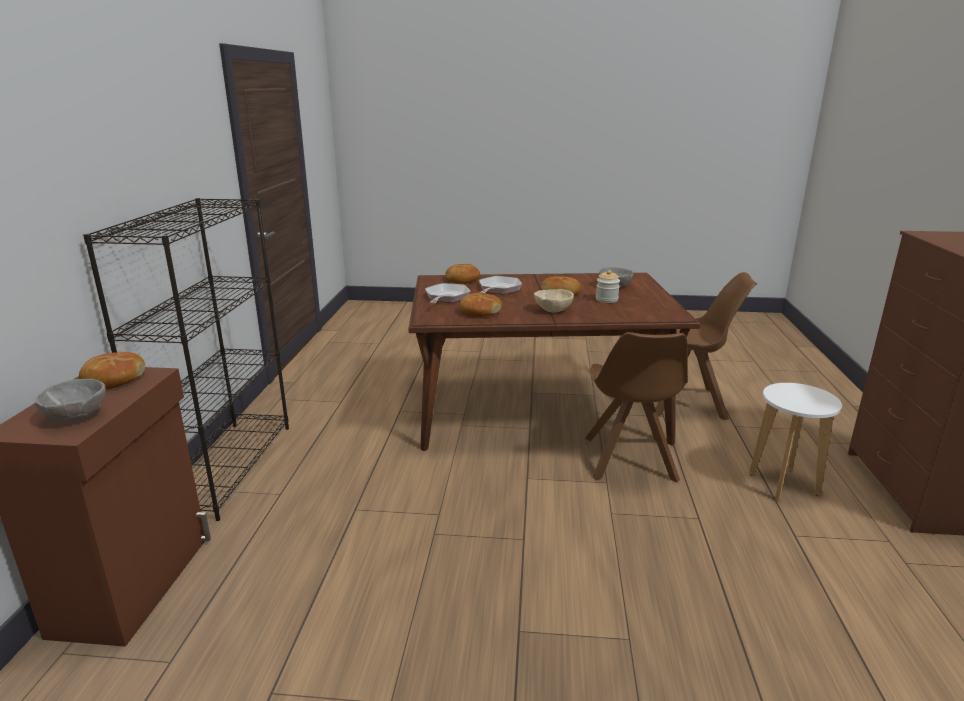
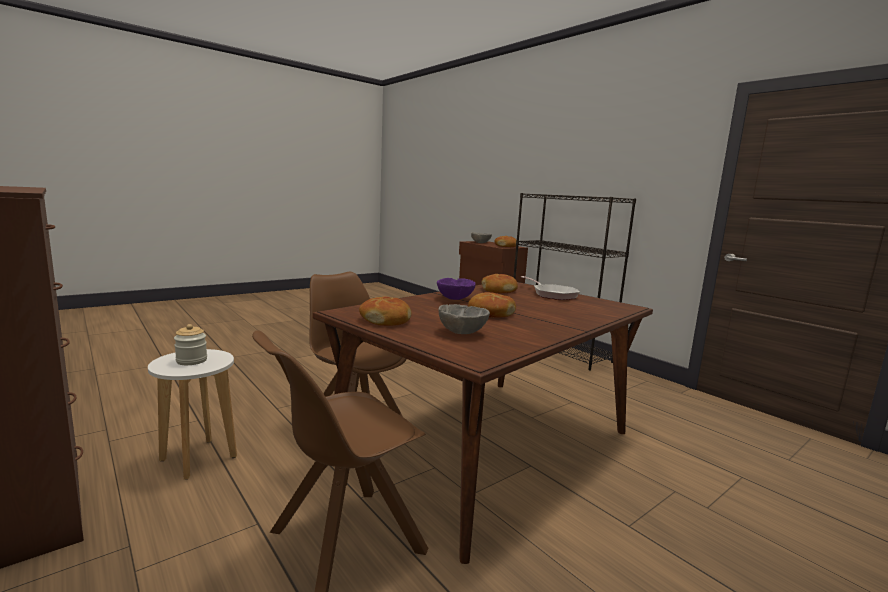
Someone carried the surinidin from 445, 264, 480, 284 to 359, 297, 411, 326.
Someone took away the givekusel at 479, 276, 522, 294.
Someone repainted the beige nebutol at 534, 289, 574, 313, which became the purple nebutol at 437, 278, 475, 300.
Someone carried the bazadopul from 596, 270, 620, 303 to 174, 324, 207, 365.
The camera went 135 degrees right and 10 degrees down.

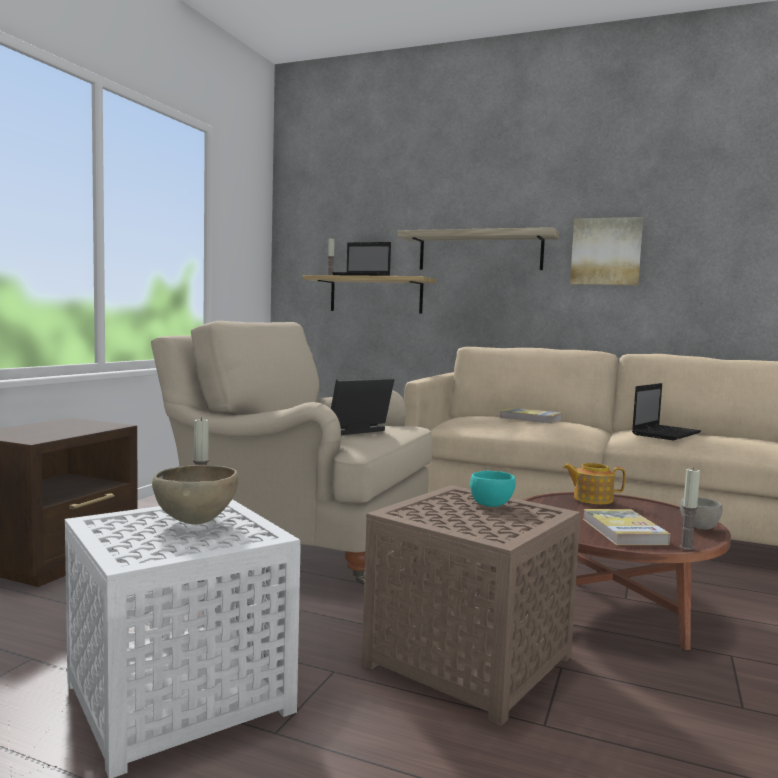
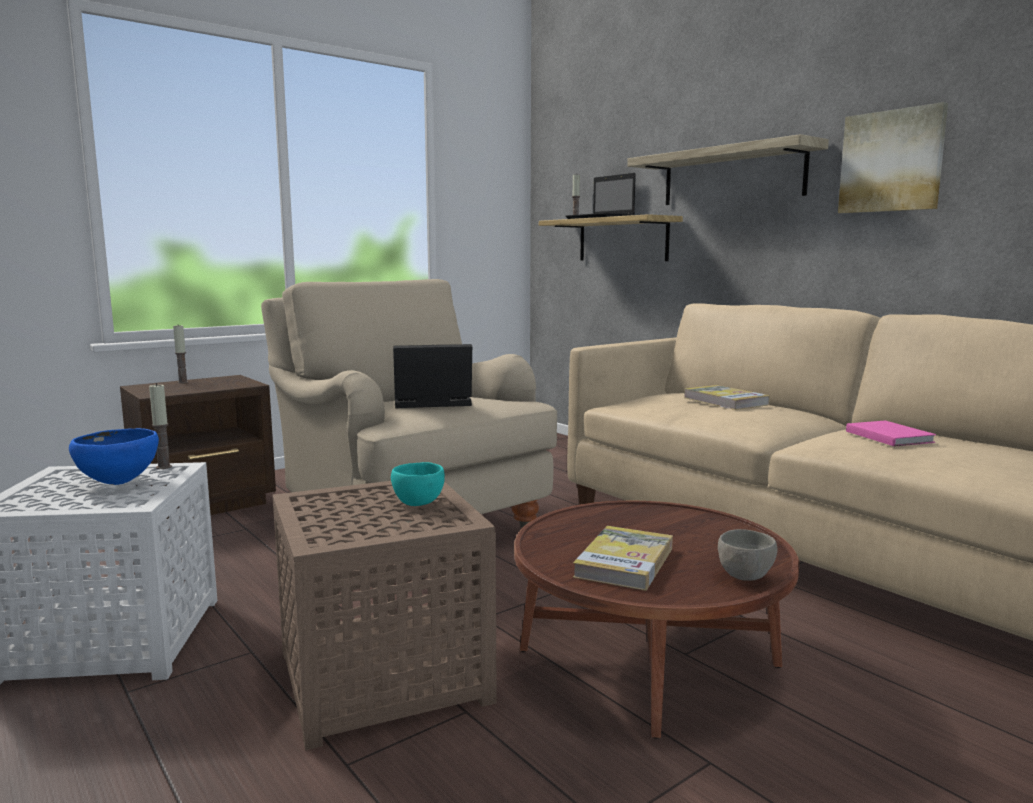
Someone repainted the brown nebutol at 152, 465, 239, 525, which became the blue nebutol at 69, 428, 159, 485.
Someone took away the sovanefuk at 563, 463, 625, 504.
Someone swapped the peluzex at 632, 383, 701, 440 for the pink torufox at 846, 421, 936, 446.
Someone carried the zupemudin from 679, 468, 700, 550 to 173, 325, 188, 383.
The camera went 30 degrees right and 5 degrees up.

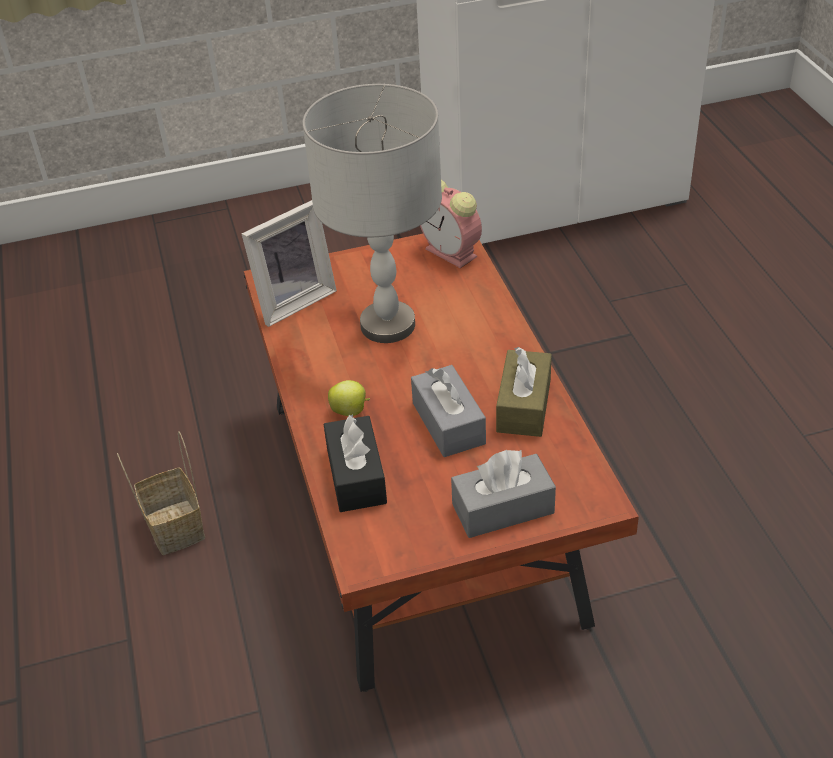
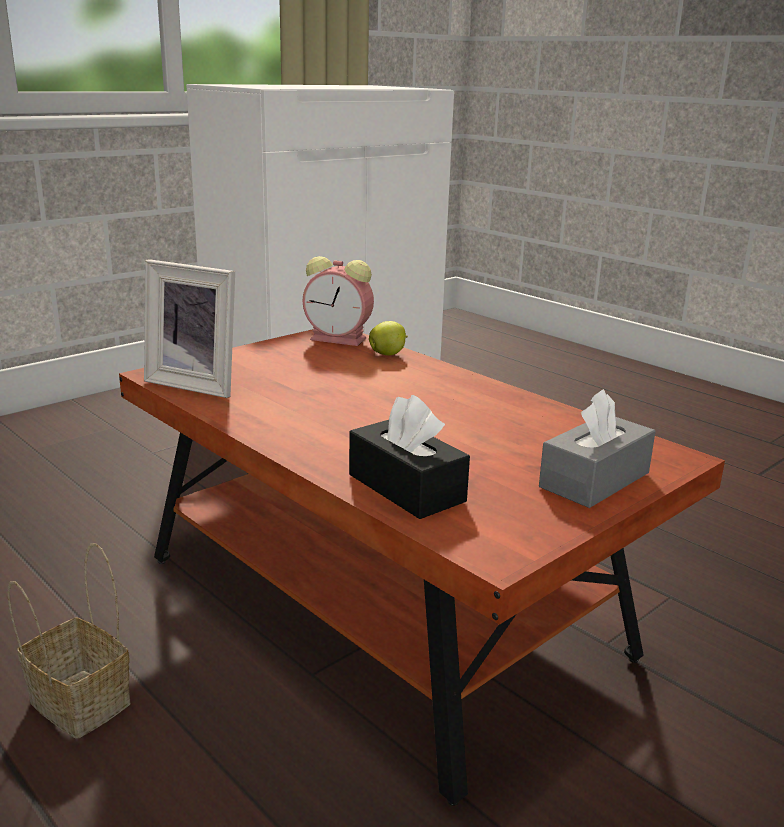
Someone rotated the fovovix at 242, 200, 337, 327 by 90 degrees clockwise.
Someone took away the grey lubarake at 303, 84, 442, 343.
Someone carried the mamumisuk from 328, 380, 370, 416 to 369, 321, 408, 355.
Someone took away the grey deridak at 411, 365, 486, 457.
Someone took away the brown deridak at 496, 347, 552, 437.
The camera went 30 degrees left and 20 degrees down.

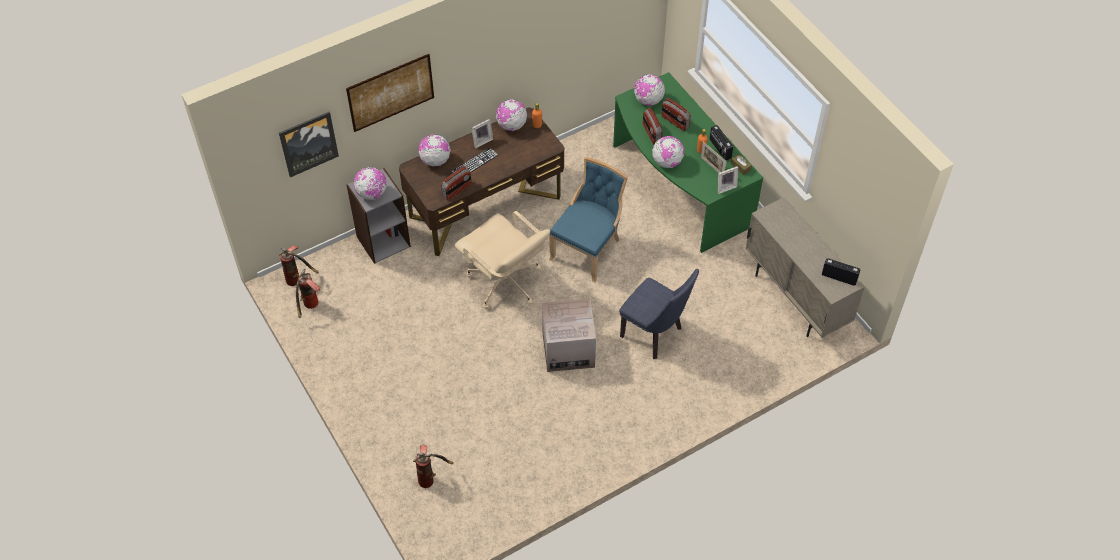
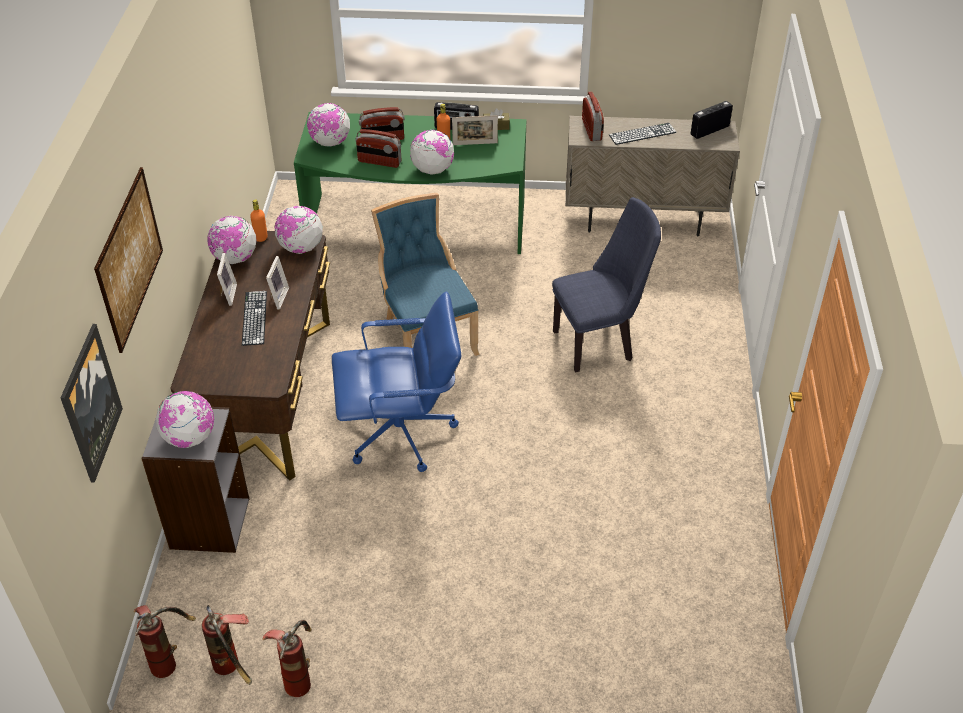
Someone carried the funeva from 413, 445, 454, 488 to 262, 620, 312, 697.
Someone carried the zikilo from 418, 134, 451, 166 to 275, 206, 323, 254.
Someone carried the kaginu from 441, 166, 471, 200 to 582, 91, 604, 141.
Someone repainted the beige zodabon at 455, 211, 550, 309, which became the blue zodabon at 332, 292, 461, 472.
Someone took away the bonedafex at 542, 298, 596, 372.
Someone carried the fovovix from 718, 166, 738, 194 to 266, 256, 289, 310.
Someone put down the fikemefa at 609, 123, 677, 145.
The camera went 55 degrees left and 10 degrees down.

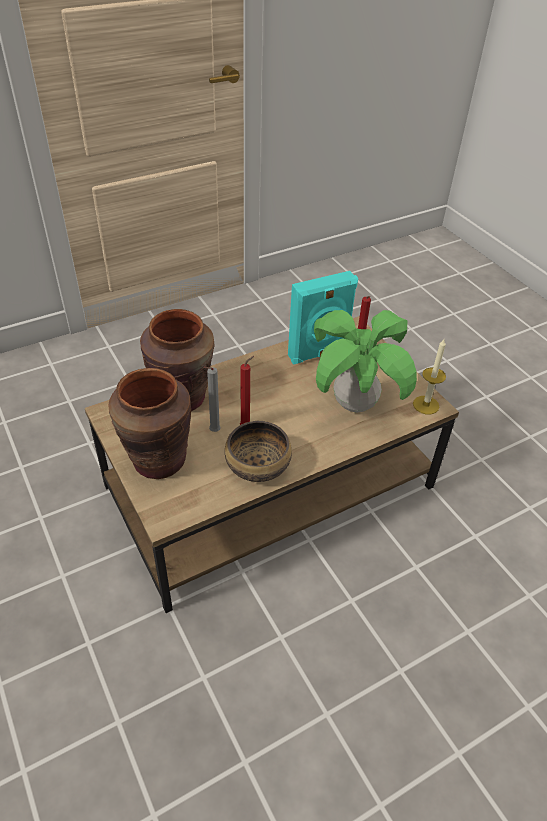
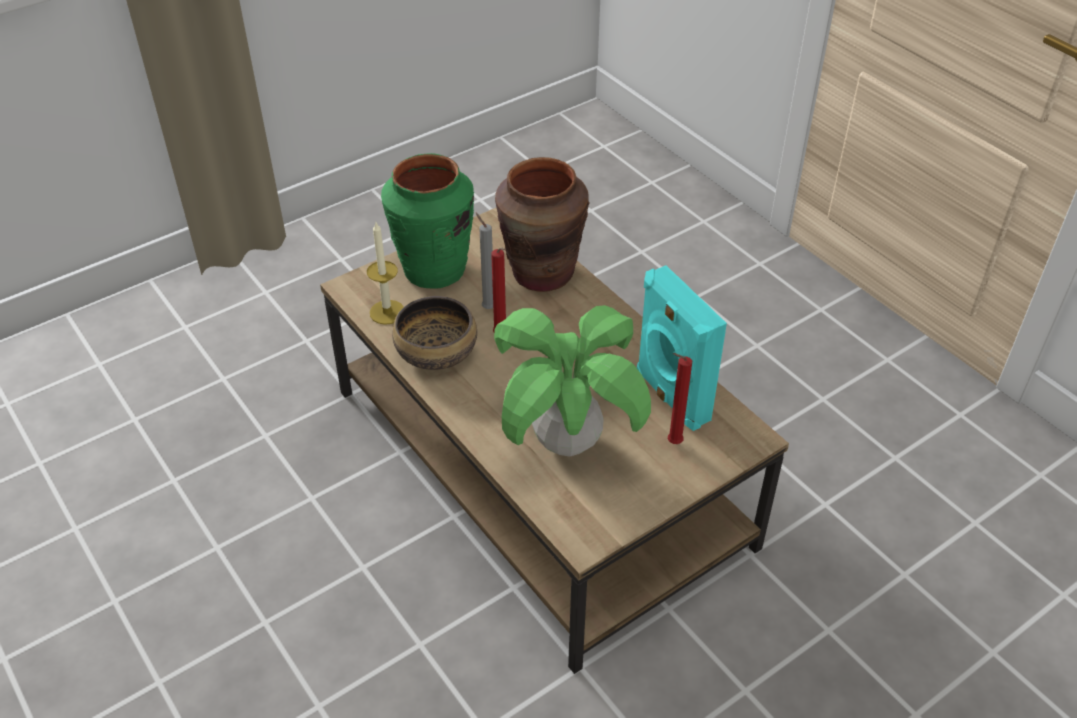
Someone repainted the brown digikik at 109, 368, 191, 479, which became the green digikik at 381, 153, 474, 288.
Someone carried the zupemudin from 413, 339, 446, 414 to 367, 222, 404, 325.
The camera went 85 degrees right and 0 degrees up.

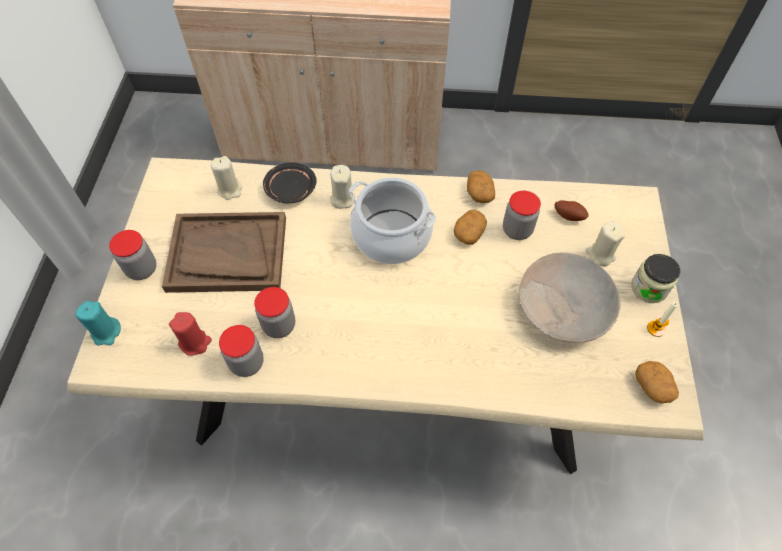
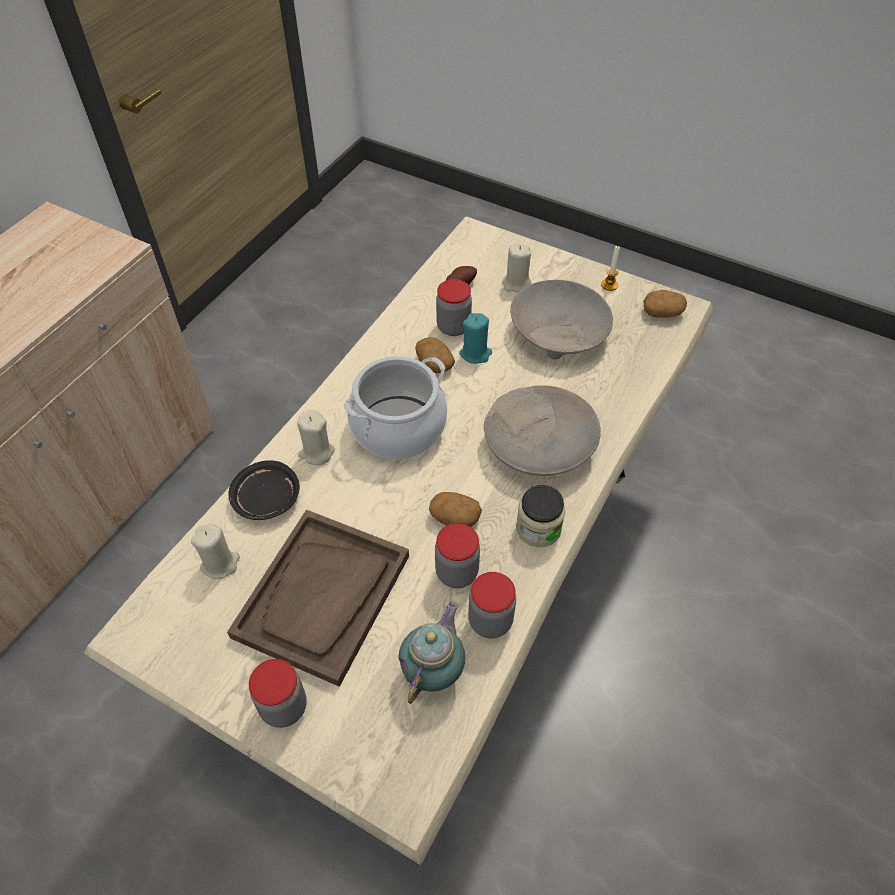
Someone carried the turquoise zupemudin from 76, 301, 121, 346 to 459, 313, 492, 364.
Someone swapped the red zupemudin at 169, 312, 212, 356 for the sovanefuk at 398, 601, 465, 704.
Someone carried the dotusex from 467, 171, 495, 203 to 429, 492, 482, 527.
Someone carried the bazadopul from 631, 254, 680, 303 to 516, 485, 565, 547.
Someone put down the beige nebutol at 484, 385, 601, 476.
The camera went 65 degrees left and 5 degrees down.

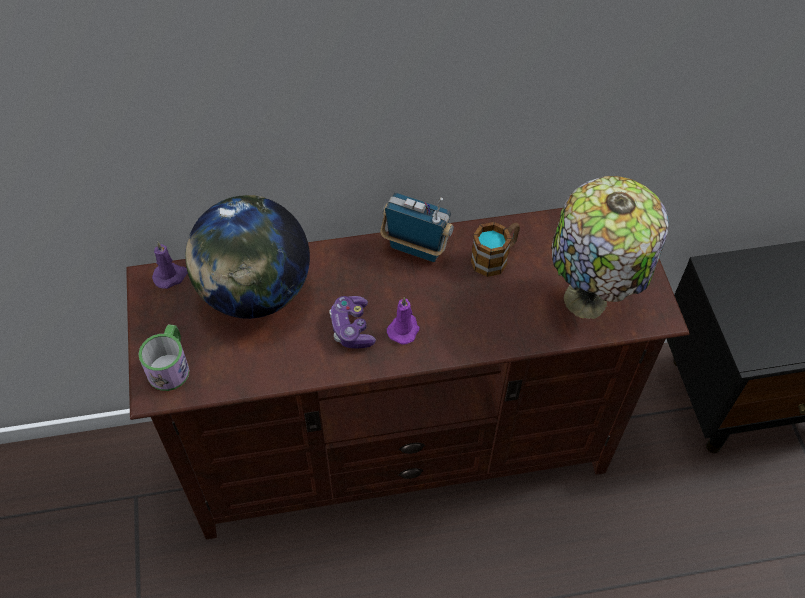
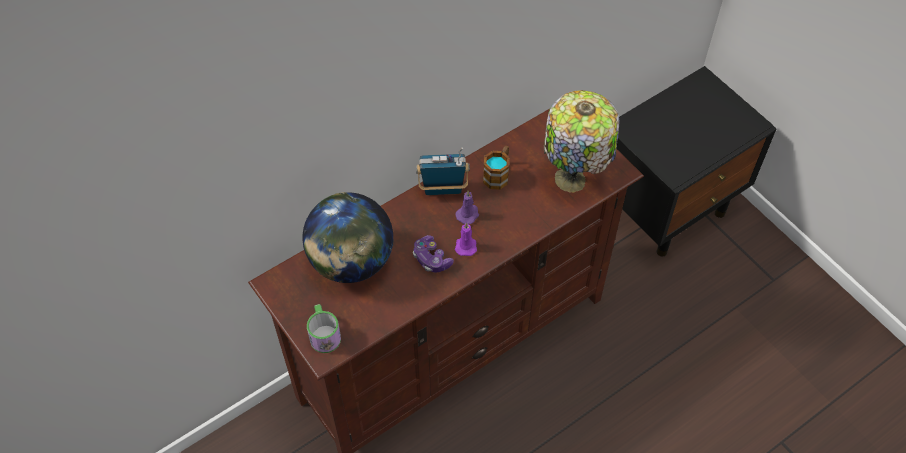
Someone carried the purple zupemudin from 152, 242, 188, 289 to 455, 191, 479, 224.
The camera went 25 degrees left and 0 degrees up.

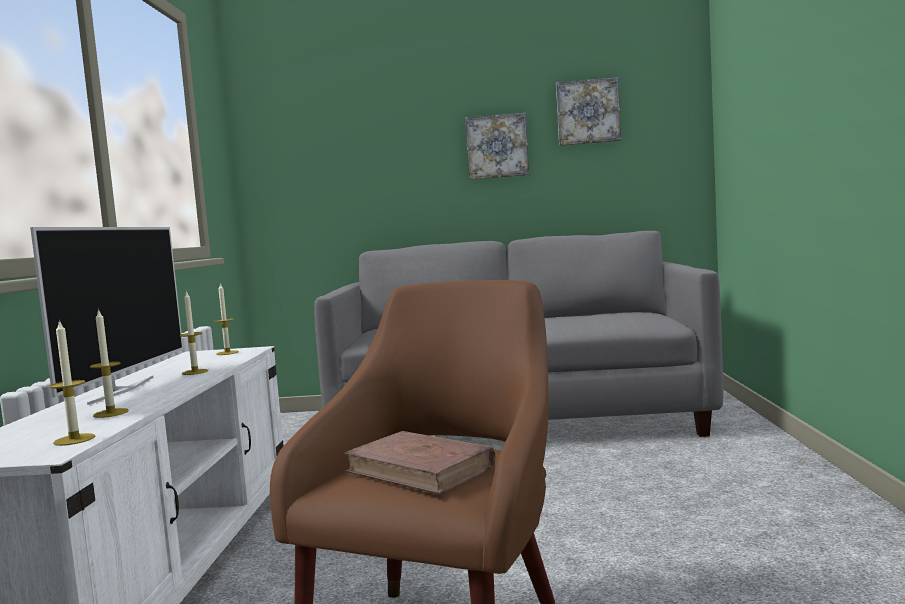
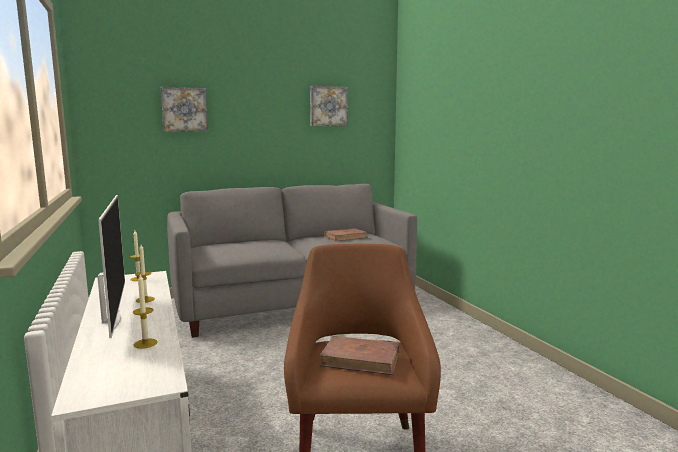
Someone took away the zupemudin at 49, 319, 95, 446.
Someone carried the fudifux from 465, 113, 529, 180 to 161, 87, 208, 132.
Someone put down the brown torufox at 324, 228, 368, 241.
The camera went 25 degrees left and 5 degrees up.

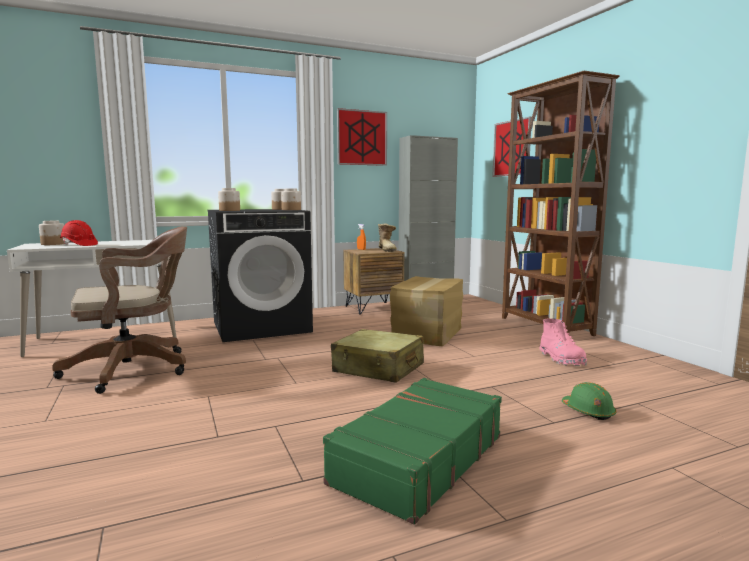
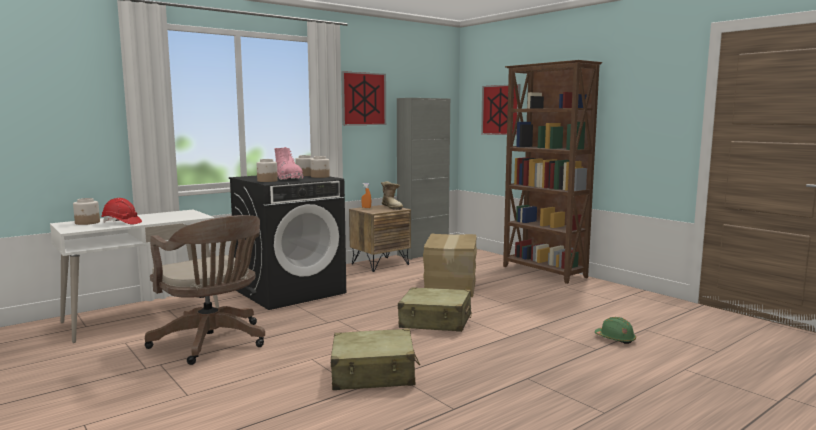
Someone rotated the brown zodabon at 52, 226, 187, 394 by 90 degrees clockwise.
Someone took away the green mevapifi at 323, 378, 502, 525.
Someone carried the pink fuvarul from 539, 318, 587, 366 to 274, 147, 303, 180.
Someone put down the beige mevapifi at 331, 328, 420, 390.
The camera went 15 degrees left and 0 degrees up.

